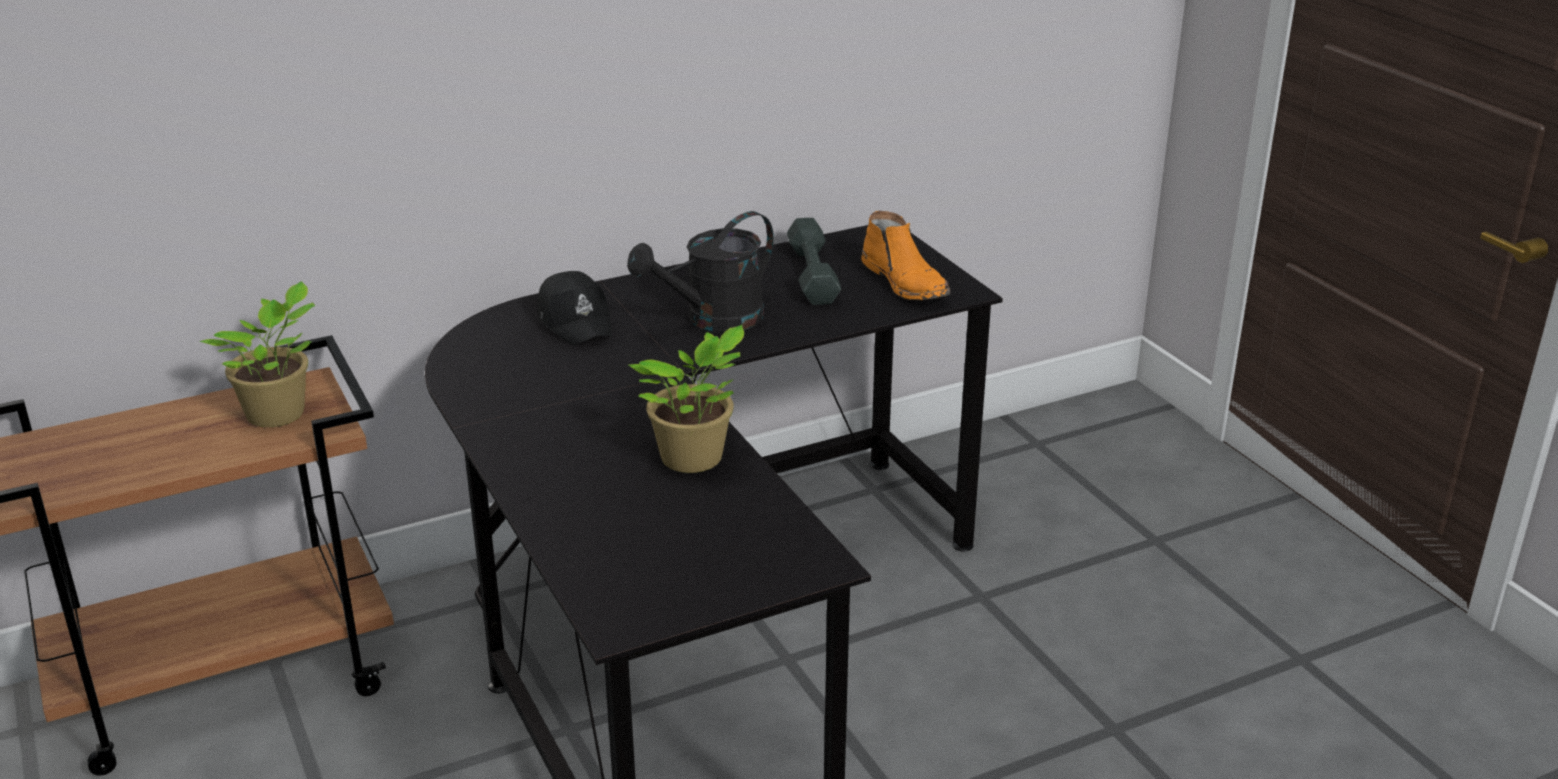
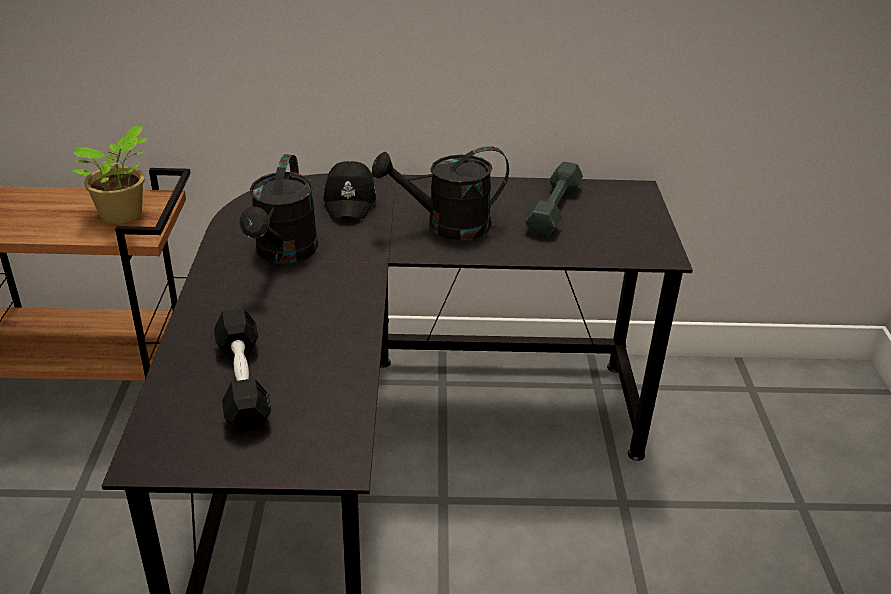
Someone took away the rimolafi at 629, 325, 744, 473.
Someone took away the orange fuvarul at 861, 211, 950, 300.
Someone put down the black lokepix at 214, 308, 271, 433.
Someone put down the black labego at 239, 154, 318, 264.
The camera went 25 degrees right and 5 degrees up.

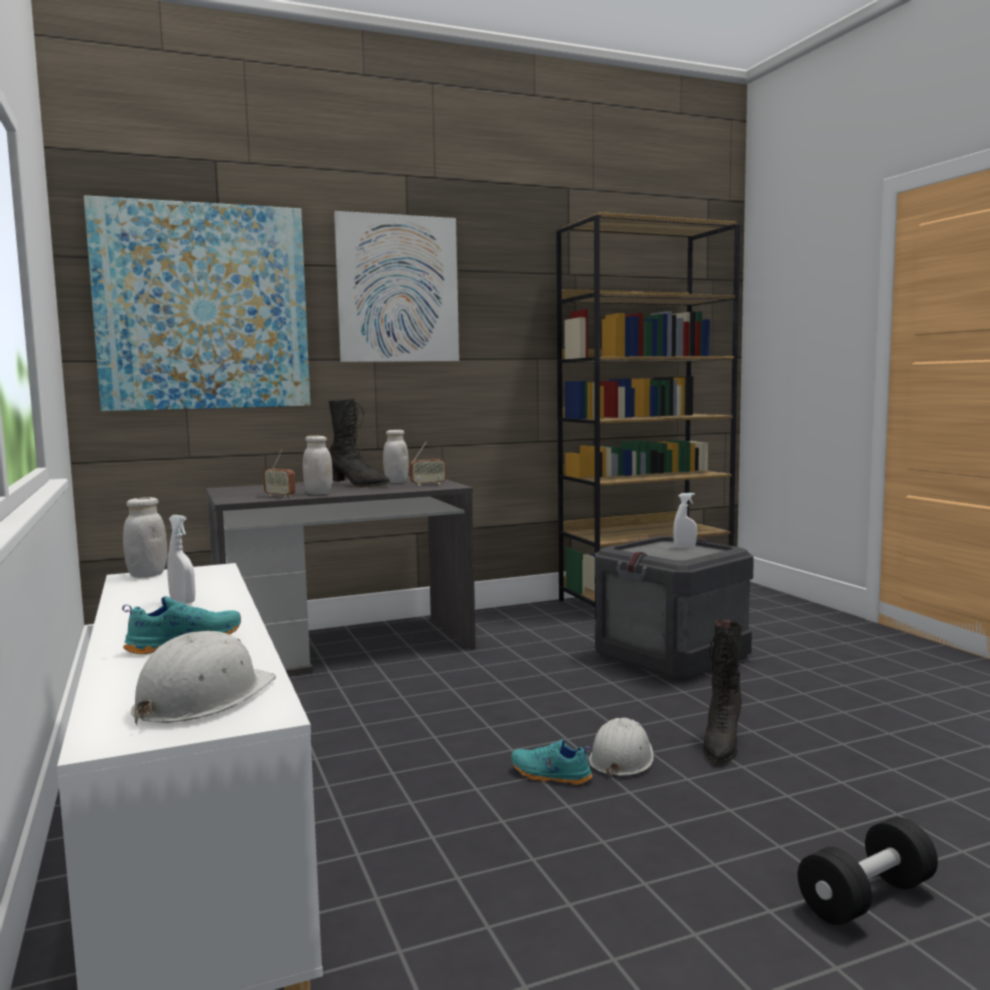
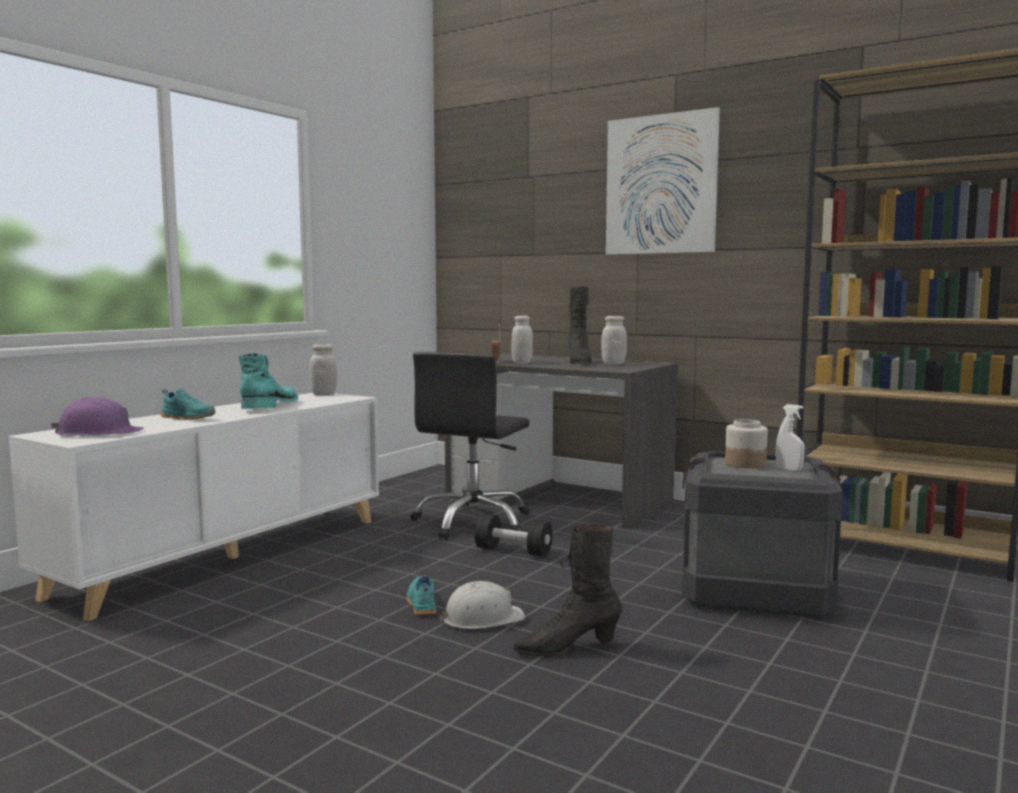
Someone took away the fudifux at 84, 195, 310, 411.
Someone repainted the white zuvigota at 131, 631, 276, 725, which became the purple zuvigota at 51, 397, 144, 436.
Someone swapped the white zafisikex at 167, 515, 196, 604 for the turquoise fuvarul at 239, 352, 298, 409.
Someone took away the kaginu at 410, 441, 446, 486.
Someone carried the black lokepix from 798, 817, 938, 925 to 474, 514, 553, 557.
Someone put down the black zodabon at 410, 352, 530, 539.
Someone put down the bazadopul at 725, 419, 768, 468.
The camera went 55 degrees right and 0 degrees up.

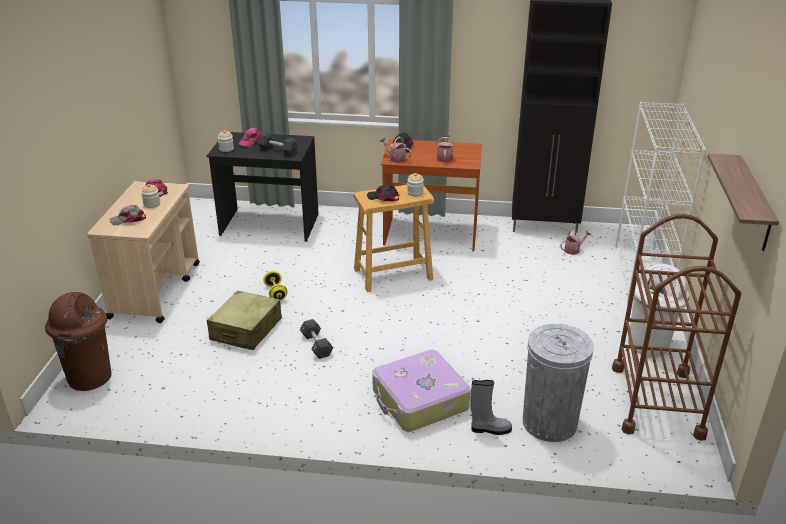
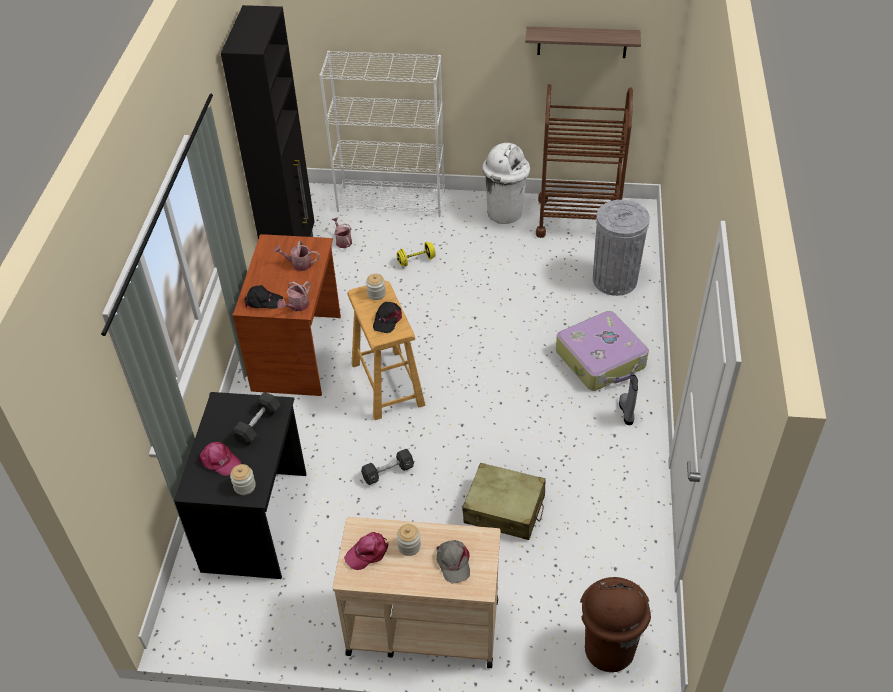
Someone carried the yellow lokepix from 263, 270, 288, 301 to 397, 242, 436, 267.
Someone carried the black lokepix from 300, 319, 333, 359 to 361, 449, 414, 485.
Someone carried the grey fuvarul from 470, 380, 512, 435 to 619, 375, 638, 425.
The camera went 90 degrees left and 15 degrees up.

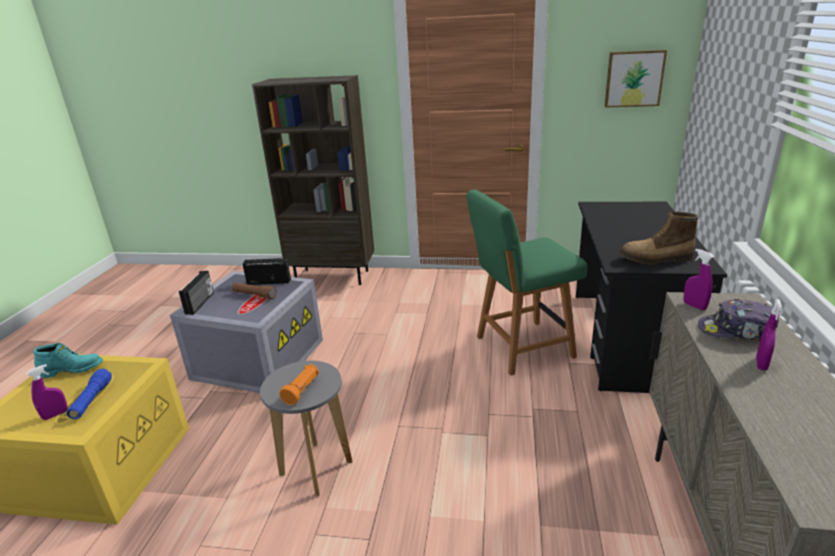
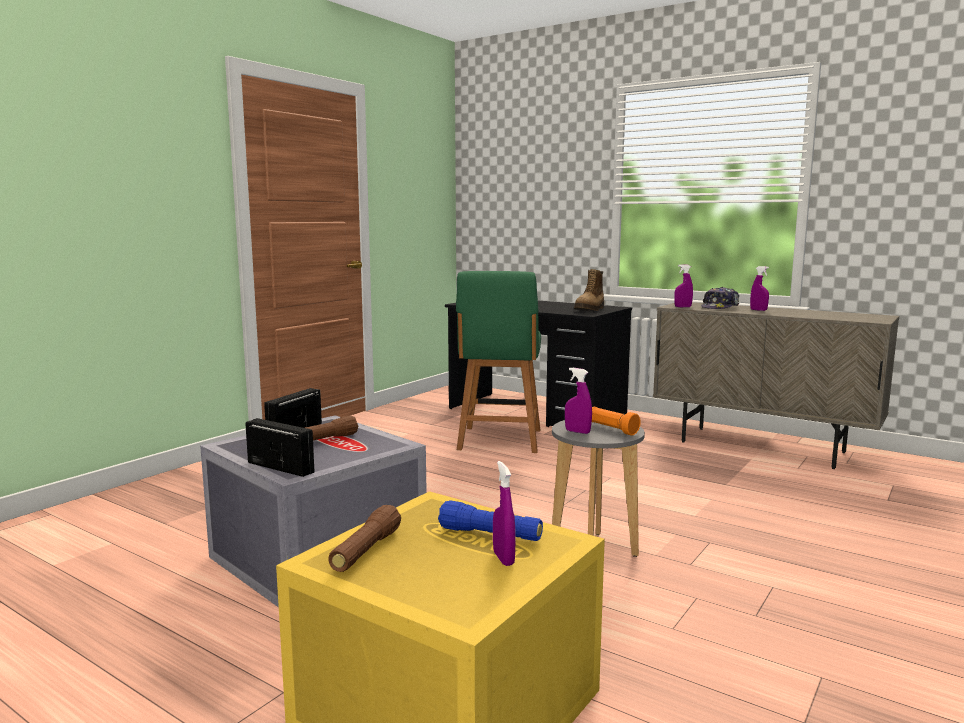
Someone swapped the turquoise fuvarul at 33, 343, 103, 378 for the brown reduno at 328, 505, 401, 572.
Someone took away the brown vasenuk at 252, 75, 374, 285.
Someone took away the fudifux at 605, 50, 667, 107.
Someone put down the purple zafisikex at 565, 368, 592, 434.
The camera went 65 degrees left and 15 degrees down.

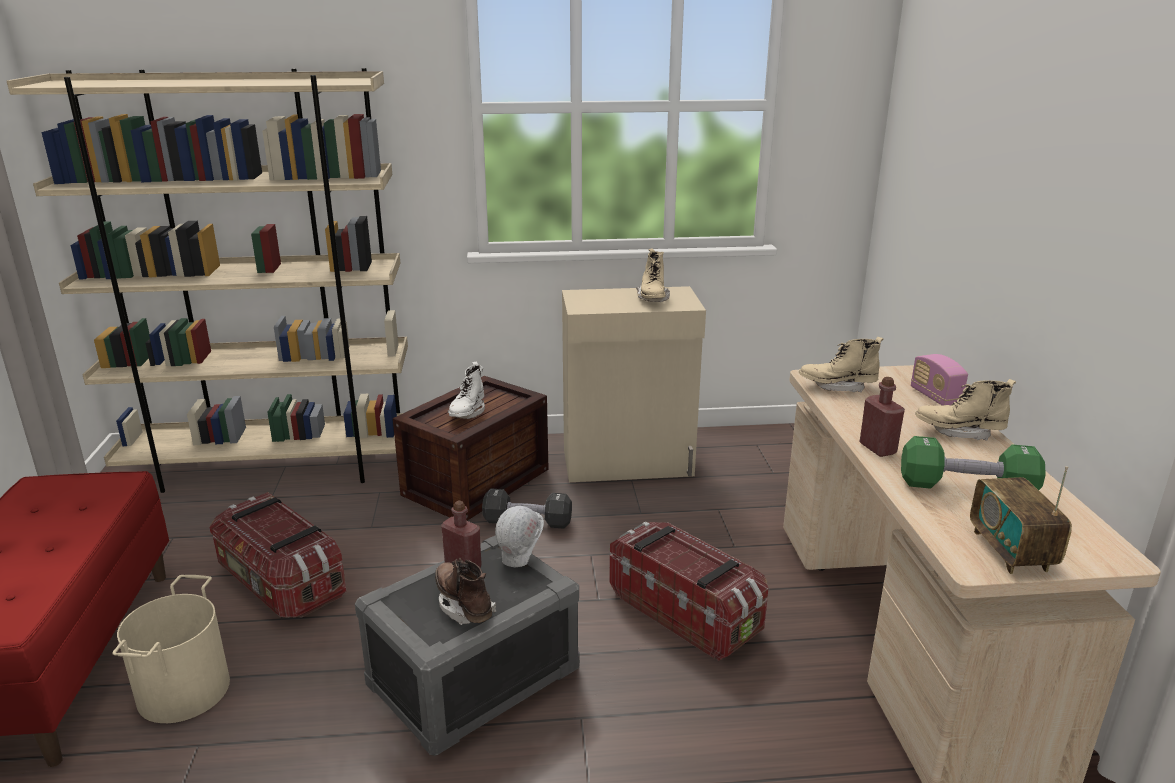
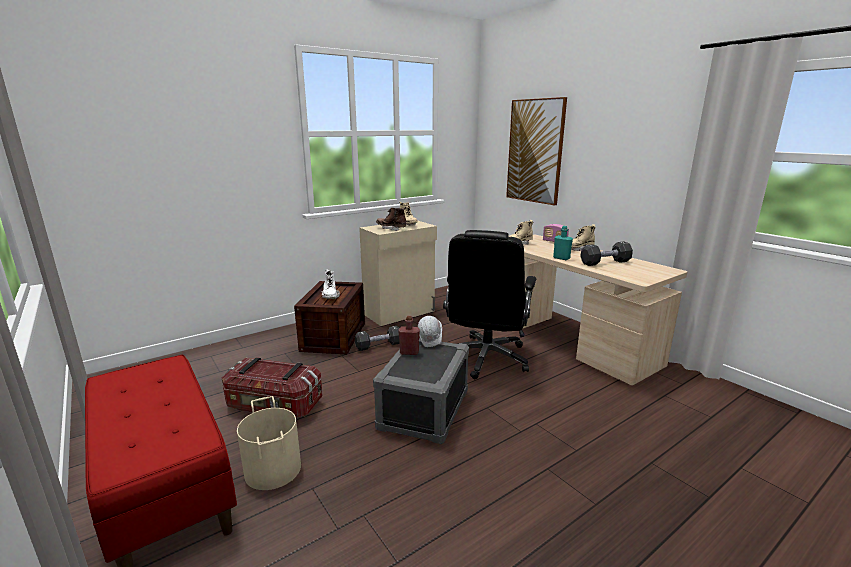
Someone took away the beige vasenuk at 7, 68, 408, 493.
Someone carried the brown fuvarul from 435, 558, 496, 625 to 376, 208, 406, 231.
Someone swapped the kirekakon at 609, 522, 768, 661 for the black zodabon at 443, 230, 536, 379.
Someone repainted the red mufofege at 859, 377, 905, 457, which became the turquoise mufofege at 553, 226, 573, 260.
Someone repainted the green lokepix at 901, 436, 1046, 490, which became the black lokepix at 580, 242, 633, 266.
Someone took away the kaginu at 970, 466, 1072, 574.
Someone put up the fudifux at 506, 97, 567, 205.
The camera went 30 degrees left and 5 degrees down.

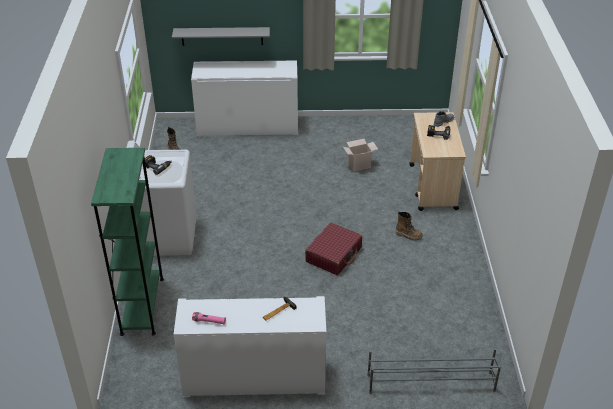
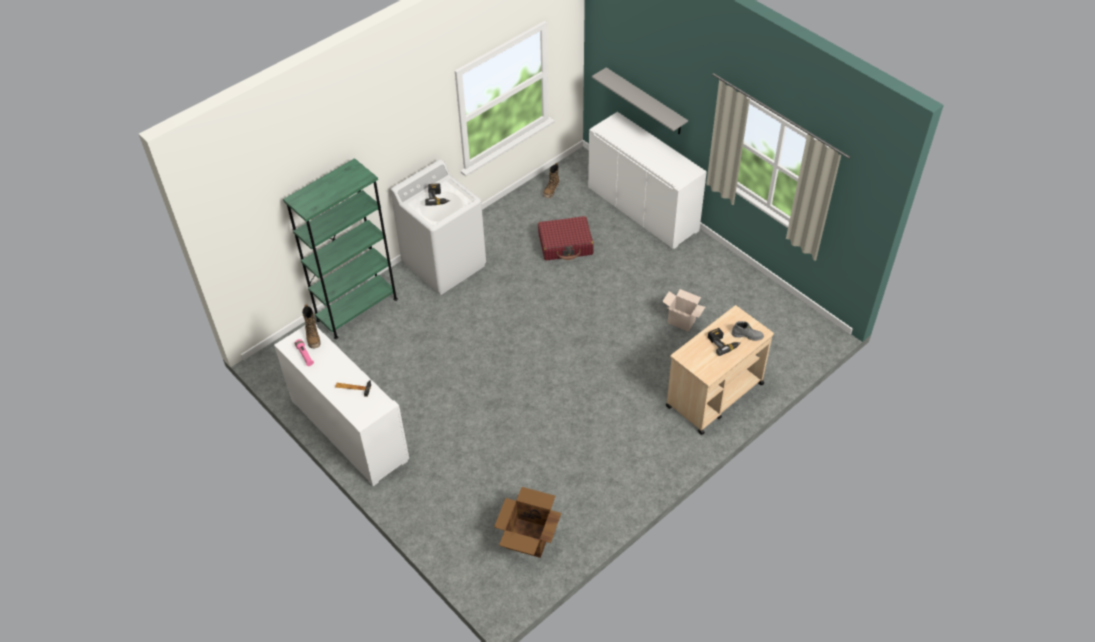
Someone carried the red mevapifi from 305, 223, 362, 275 to 538, 216, 594, 260.
Someone took away the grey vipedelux at 367, 348, 501, 394.
Someone carried the fuvarul from 395, 211, 423, 241 to 302, 304, 321, 348.
Someone put down the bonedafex at 494, 487, 561, 558.
The camera went 50 degrees right and 10 degrees up.

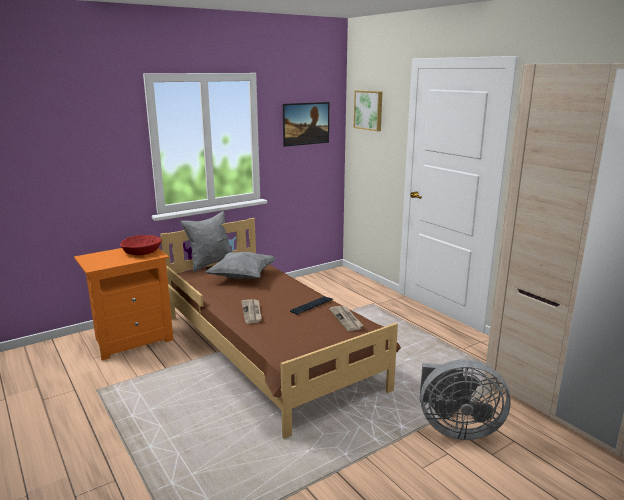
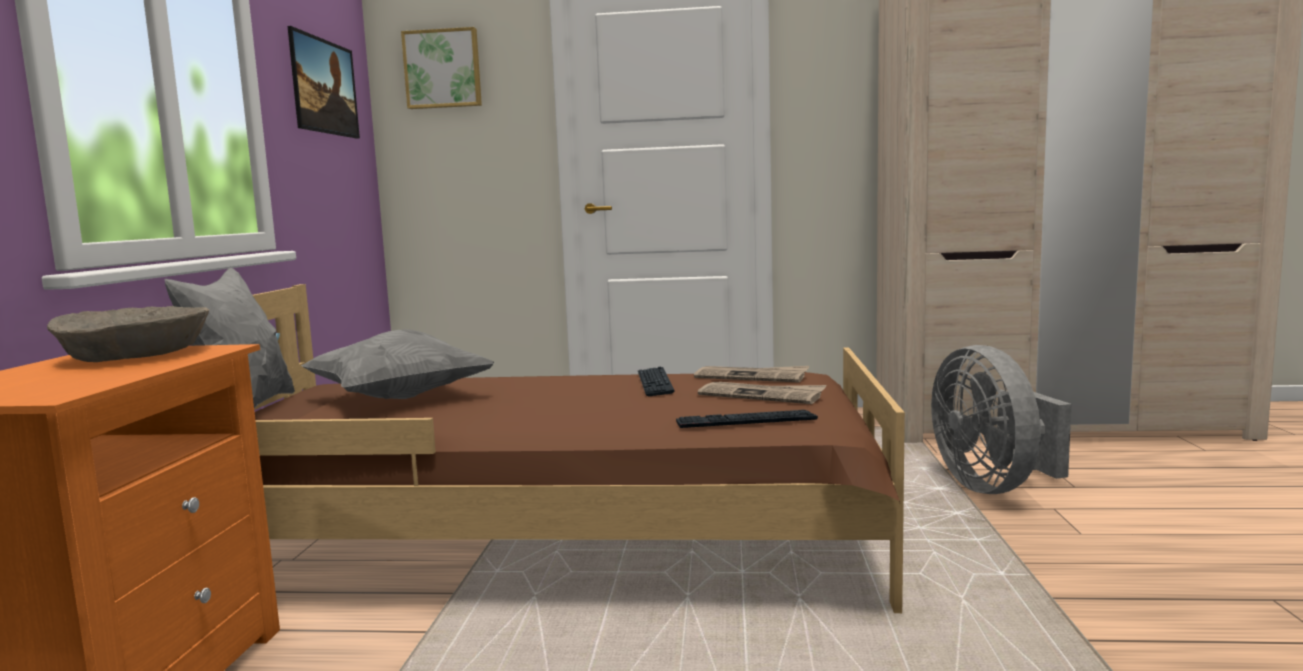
Someone repainted the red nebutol at 120, 235, 162, 255, which became the beige nebutol at 47, 306, 209, 362.
Someone carried the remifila from 241, 299, 262, 324 to 698, 382, 826, 404.
Someone rotated the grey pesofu at 420, 359, 511, 440 by 120 degrees clockwise.
Someone put down the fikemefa at 676, 410, 818, 428.
The camera went 50 degrees left and 10 degrees down.

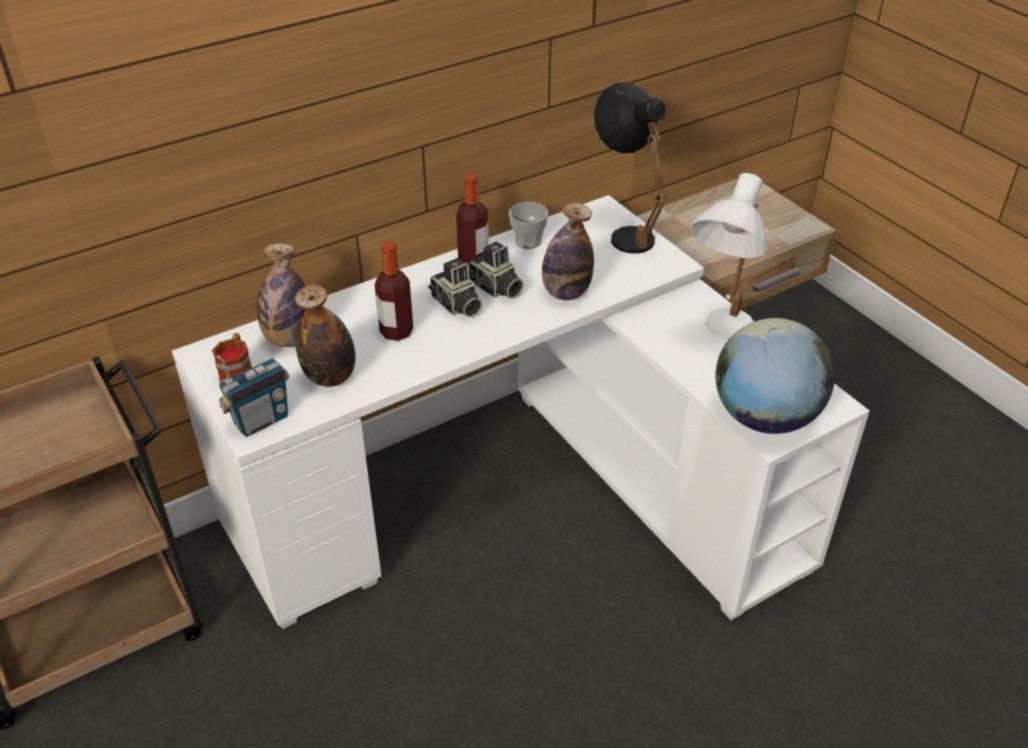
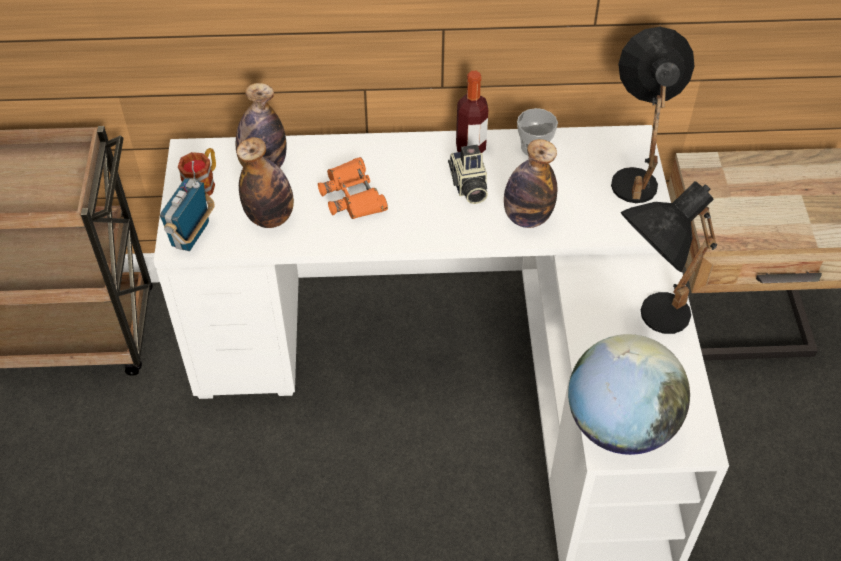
Someone rotated the kaginu at 218, 355, 289, 437 by 120 degrees clockwise.
Someone swapped the mufofege at 375, 242, 413, 341 for the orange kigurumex at 318, 157, 388, 219.
Someone took away the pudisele at 428, 258, 482, 317.
Someone repainted the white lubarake at 690, 173, 768, 339, which became the black lubarake at 621, 181, 718, 334.
The camera went 30 degrees right and 10 degrees up.

